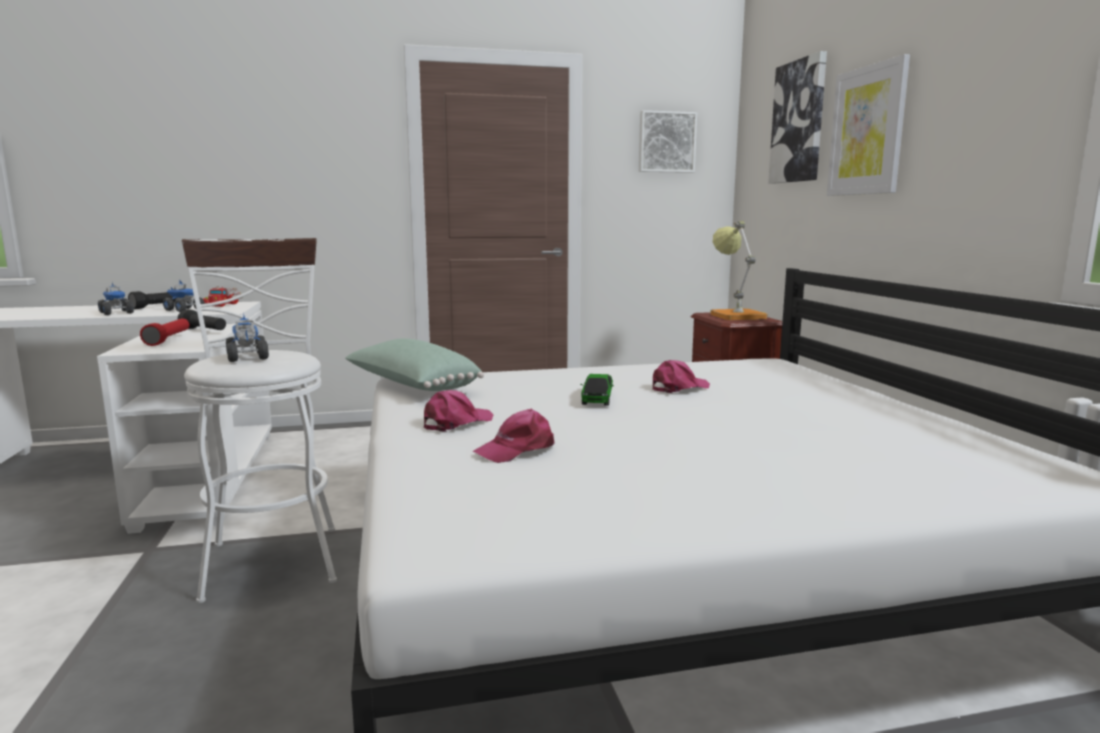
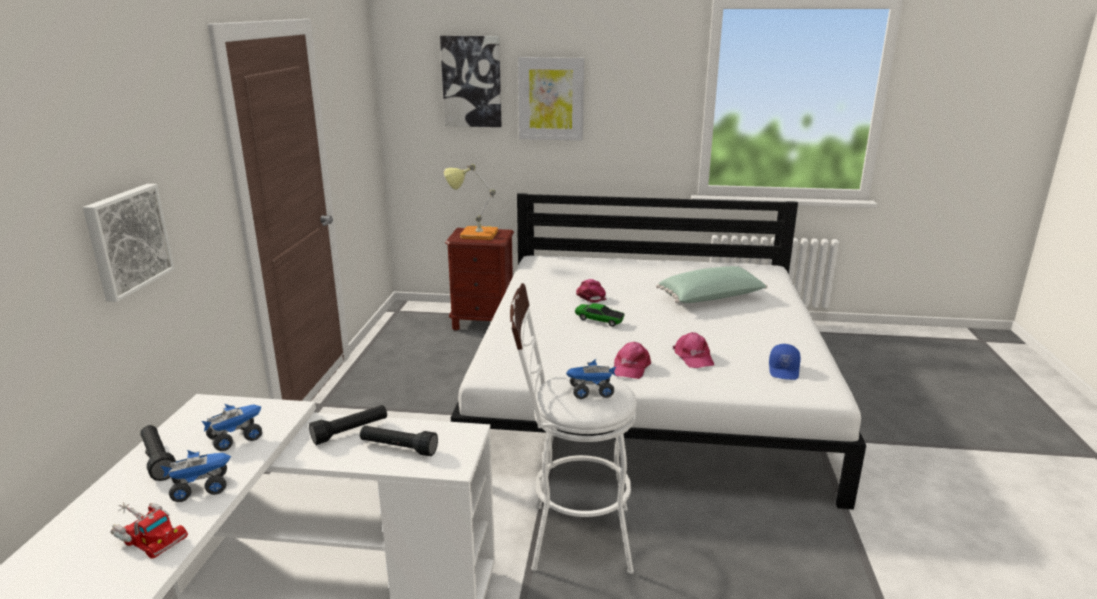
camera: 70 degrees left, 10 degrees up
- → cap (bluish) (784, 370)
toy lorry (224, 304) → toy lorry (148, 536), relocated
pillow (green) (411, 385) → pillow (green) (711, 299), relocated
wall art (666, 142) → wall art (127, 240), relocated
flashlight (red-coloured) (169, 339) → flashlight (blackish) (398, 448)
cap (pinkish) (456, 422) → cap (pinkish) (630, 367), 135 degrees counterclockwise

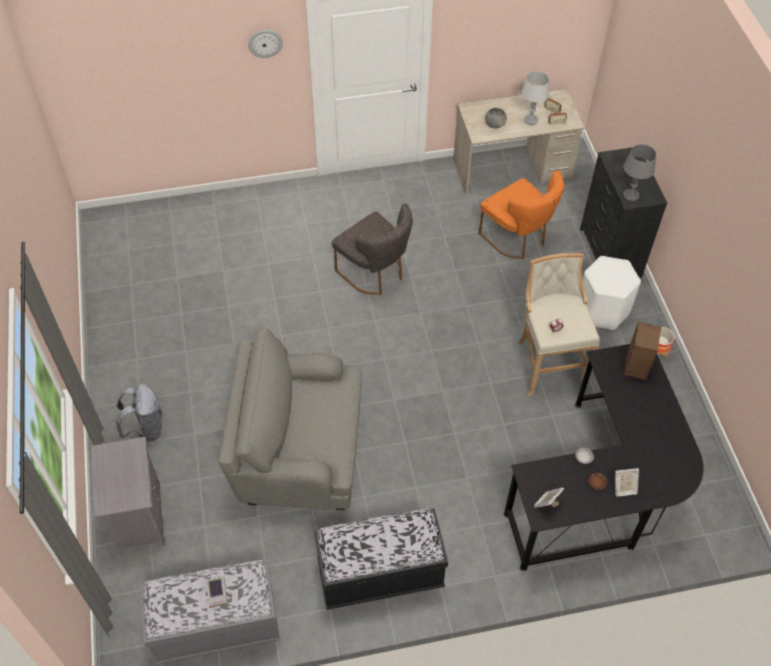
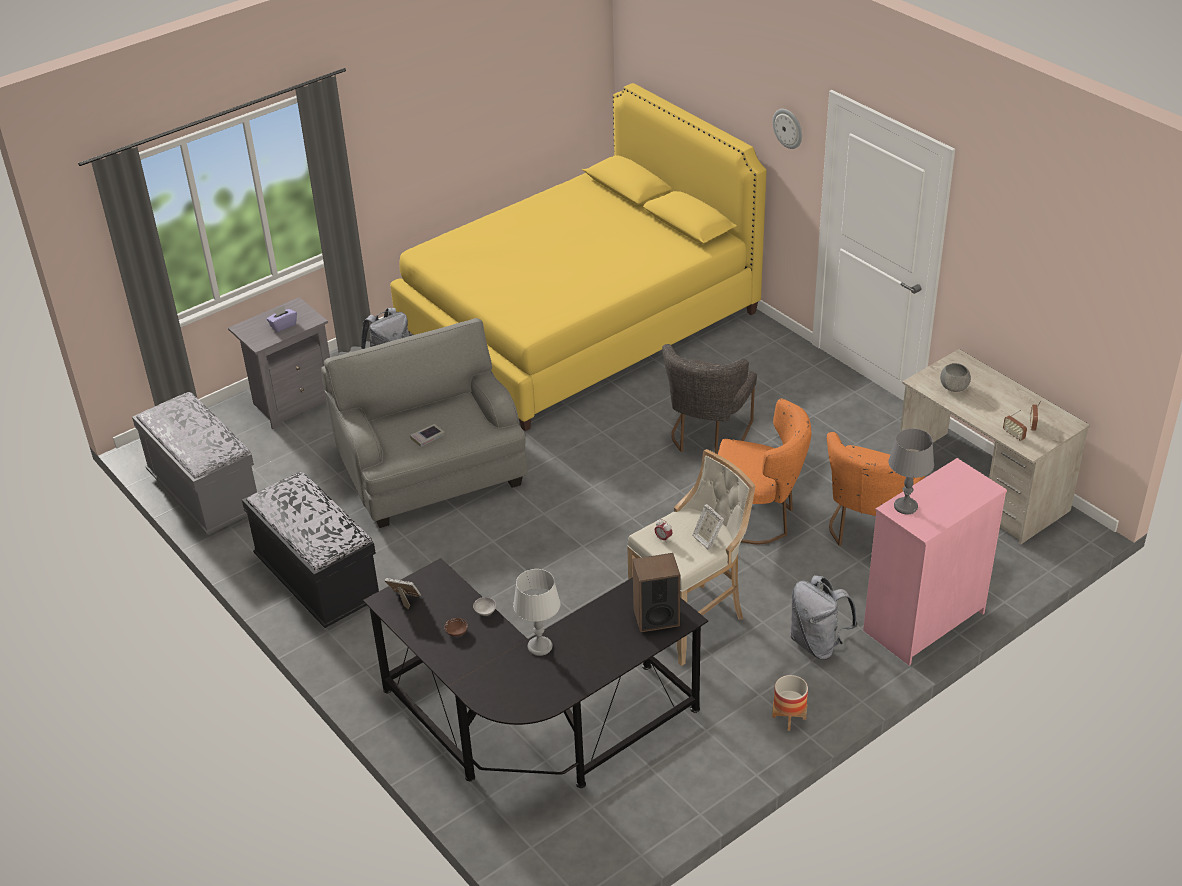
camera: 65 degrees right, 15 degrees down
- → tissue box (purple) (283, 325)
- → bedroom bed (yellowish) (579, 322)
- → plain chair (orange-coloured) (756, 518)
bound book (217, 592) → bound book (428, 437), relocated
tabletop lamp (greyish) (530, 120) → tabletop lamp (greyish) (539, 646), relocated
standing frame (623, 488) → standing frame (707, 539), relocated
stool seat (white-coloured) (602, 310) → backpack (greyish) (818, 643)
chest of drawers (blackish) (609, 253) → chest of drawers (pinkish) (923, 621)

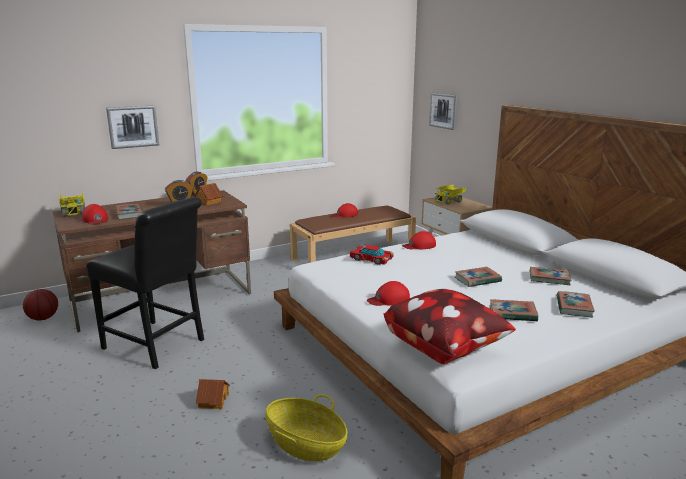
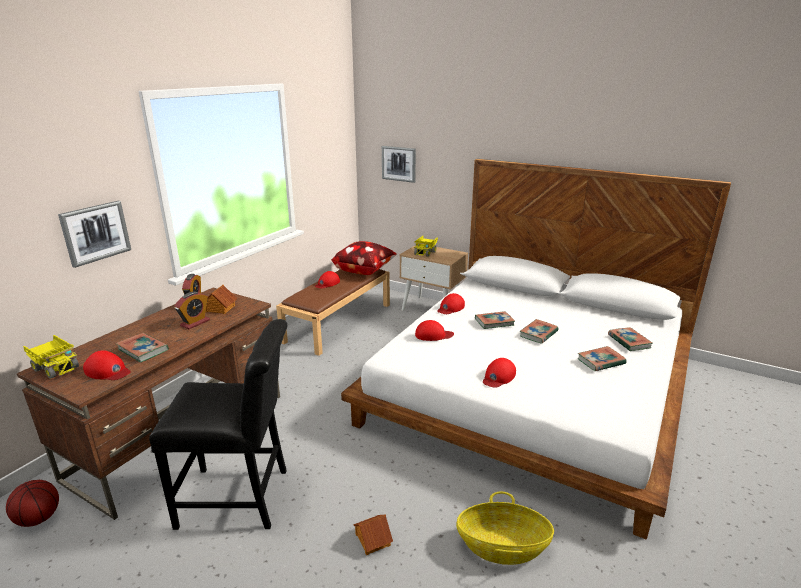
camera: 30 degrees left, 5 degrees up
pillow (444, 347) → pillow (364, 271), relocated
bound book (549, 278) → bound book (494, 322), relocated
miniature car (371, 259) → cap (red-coloured) (433, 335)

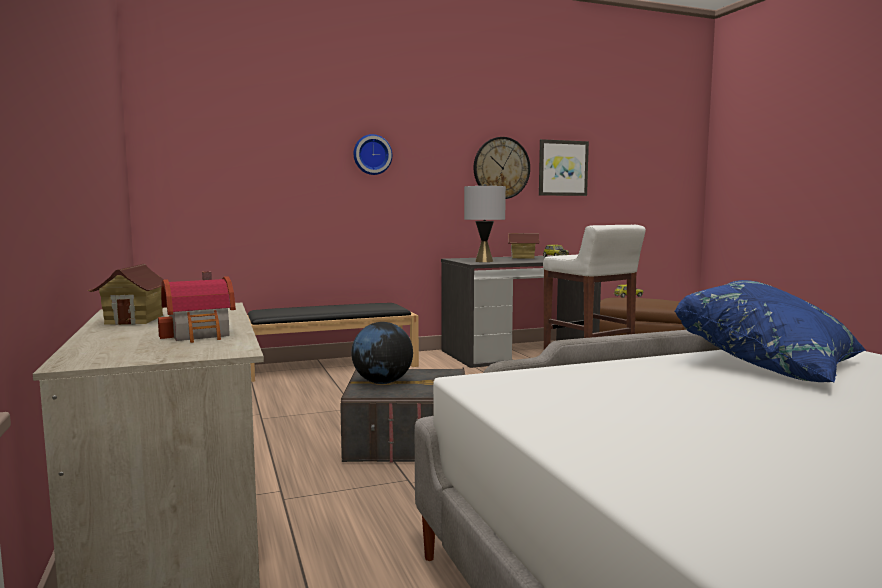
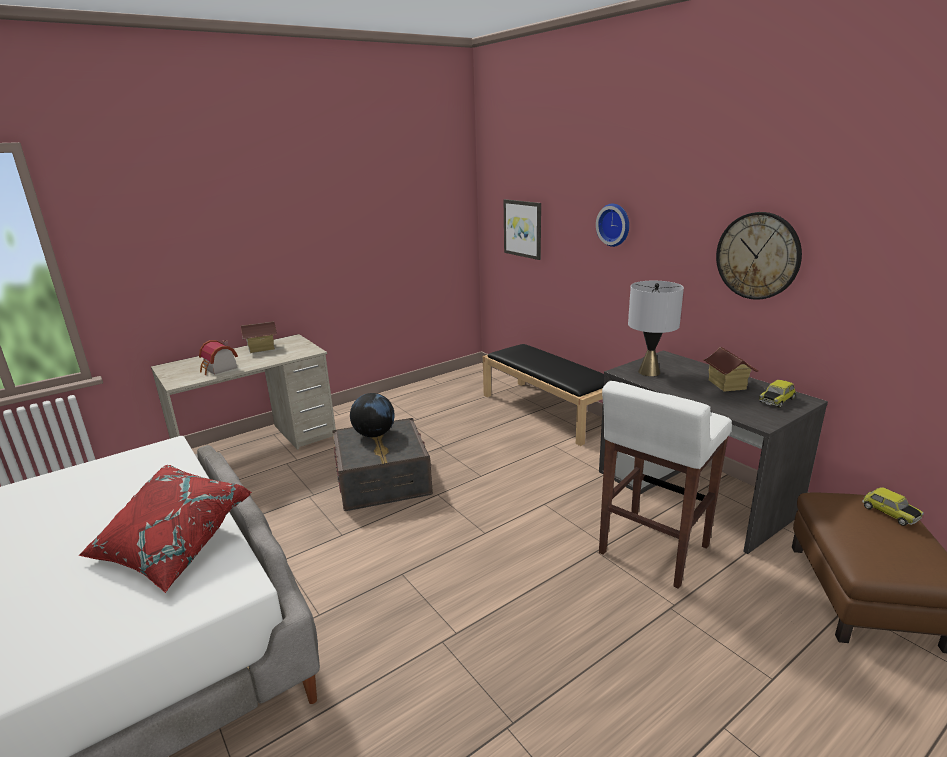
camera: 75 degrees right, 15 degrees up
wall art (562, 168) → wall art (523, 228), relocated
pillow (bluish) (770, 365) → pillow (red-coloured) (172, 547)

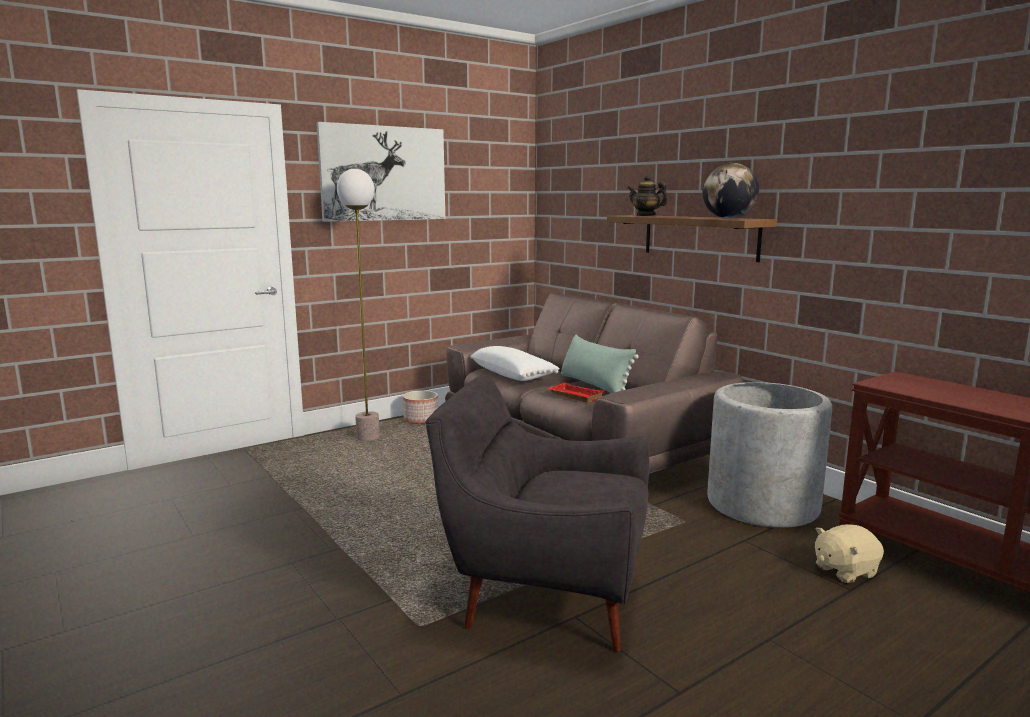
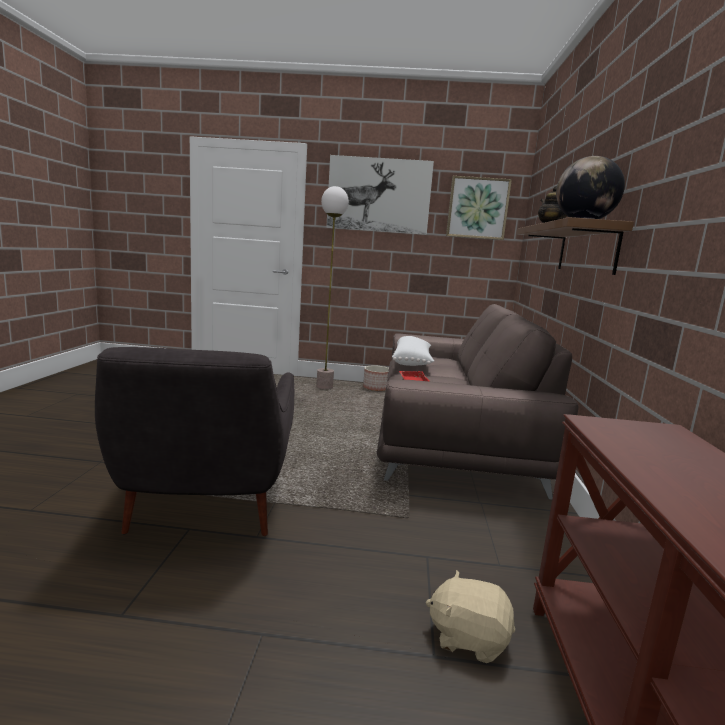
camera: 40 degrees right, 0 degrees up
pillow (green) (594, 385) → -
flower pot (greyish) (763, 504) → -
- → wall art (477, 208)
lounge chair (greyish) (544, 593) → lounge chair (greyish) (207, 506), 150 degrees counterclockwise

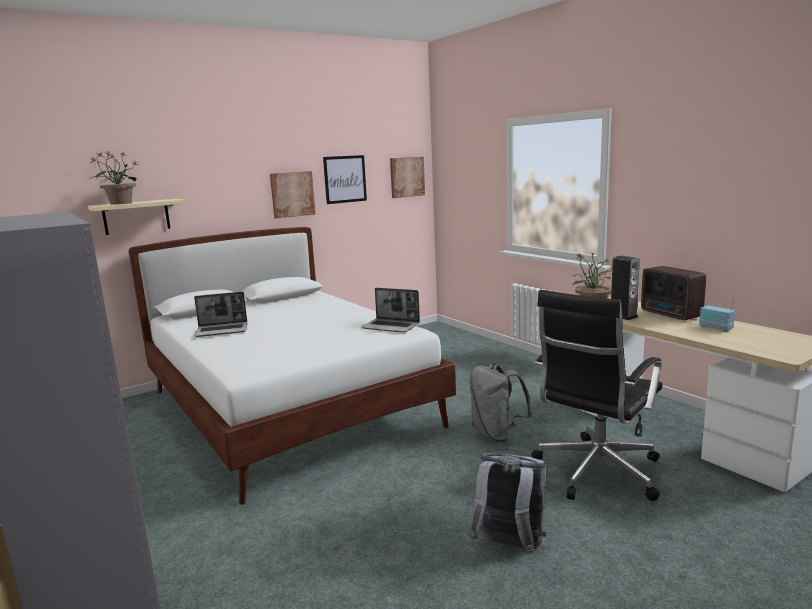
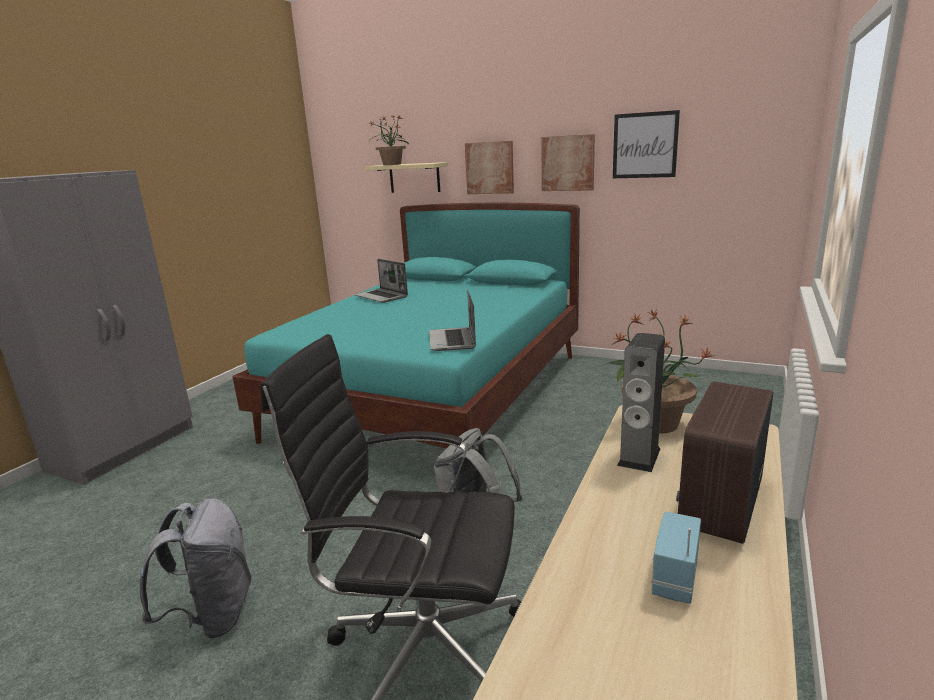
camera: 60 degrees right, 5 degrees up
wall art (407, 177) → wall art (490, 168), relocated
bedroom bed (white-coloured) (289, 407) → bedroom bed (blue-green) (435, 394)

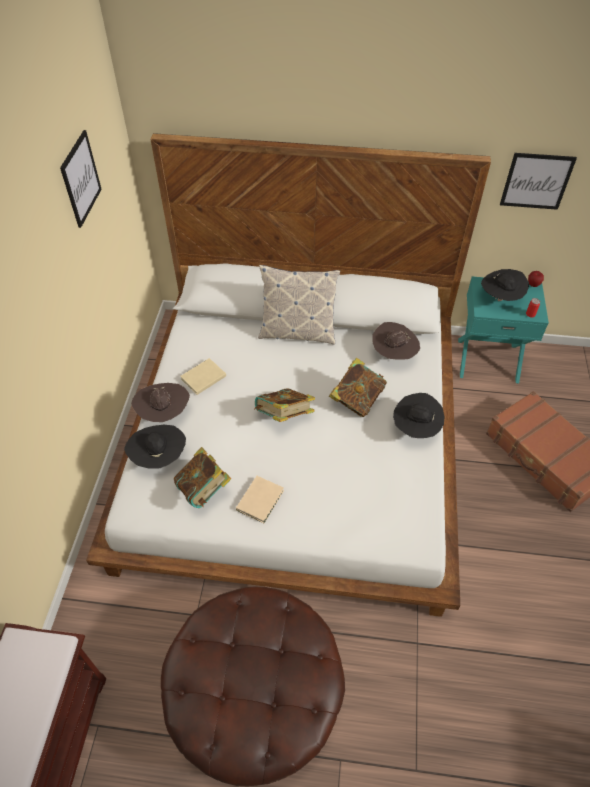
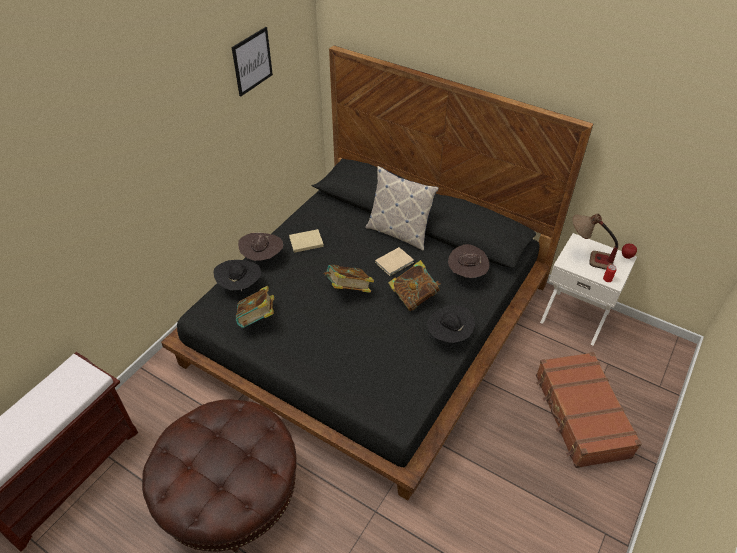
camera: 25 degrees right, 5 degrees down
wall art (536, 181) → -
bound book (beige-coloured) (261, 499) → bound book (beige-coloured) (395, 262), relocated
clothing hat (blackish) (500, 299) → tabletop lamp (587, 258)
bedroom bed (white-coloured) (295, 442) → bedroom bed (blackish) (368, 323)
night table (blue-green) (487, 359) → night table (white-coloured) (575, 316)

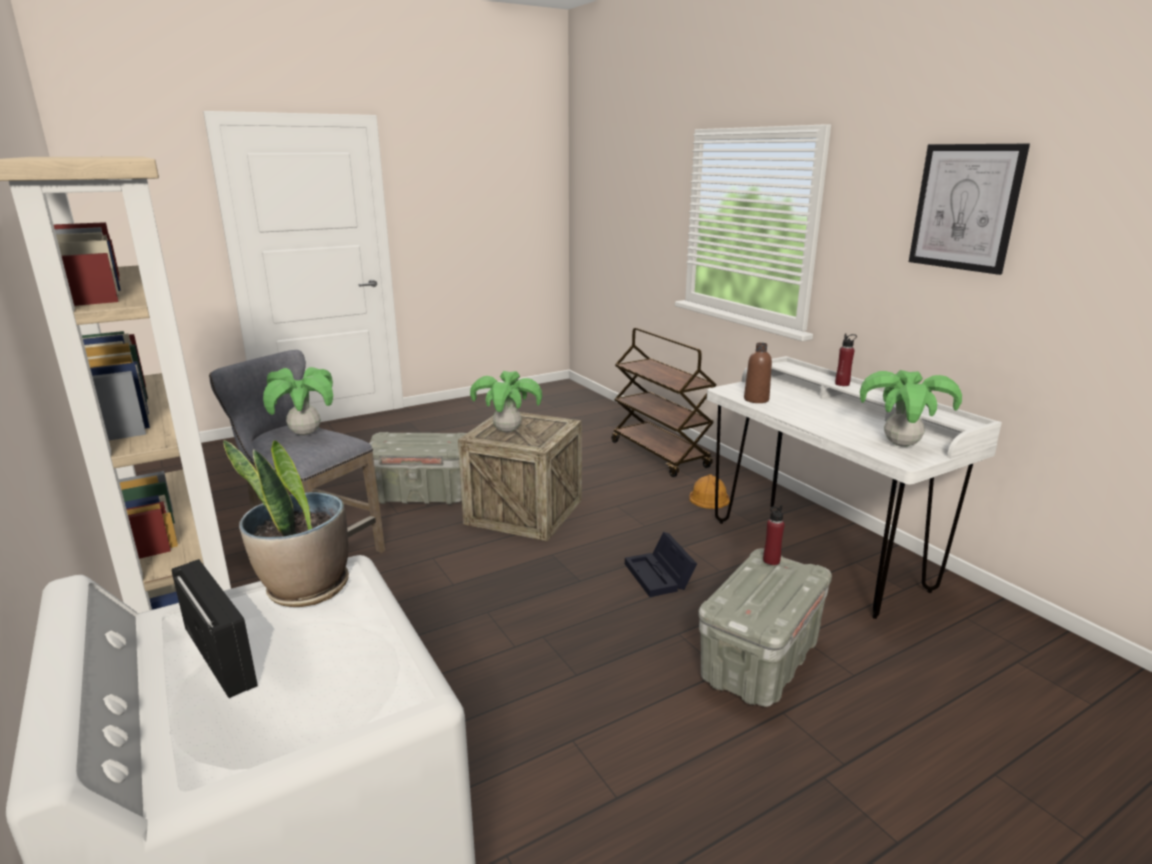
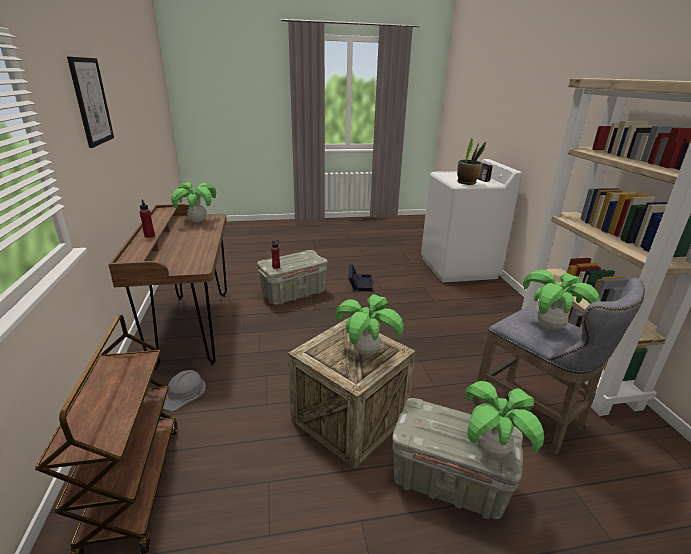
camera: 160 degrees left, 5 degrees up
bottle (brown-coloured) (756, 399) → -
- → potted plant (493, 450)
storage container (blackish) (660, 576) → storage container (blackish) (359, 283), relocated
safety helmet (orange-coloured) (708, 497) → safety helmet (greyish) (183, 393)
desk (white-coloured) (817, 554) → desk (brown-coloured) (193, 327)

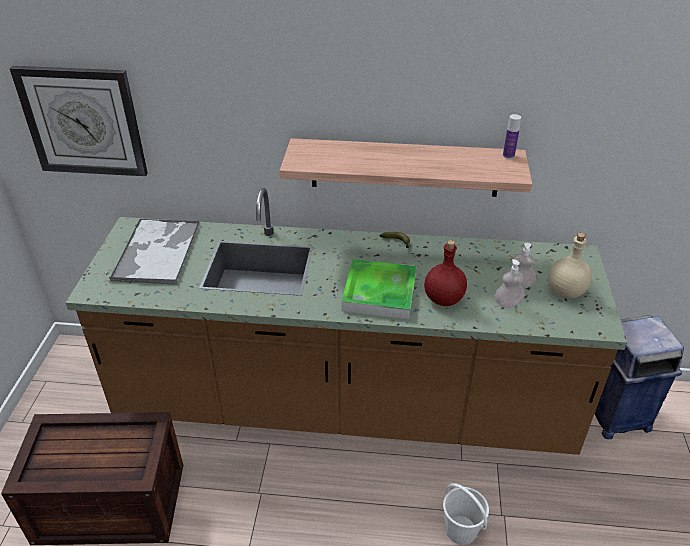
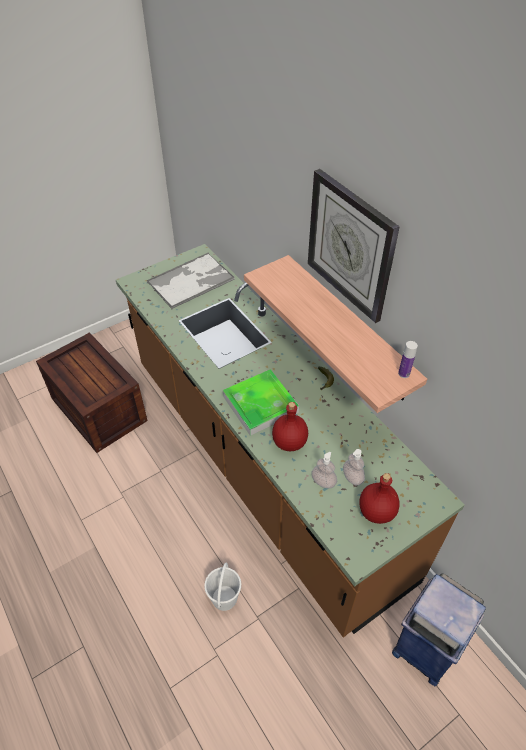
camera: 50 degrees right, 10 degrees up
clock on the wall (83, 121) → clock on the wall (350, 246), relocated
bottle (beige-coloured) (565, 292) → bottle (red-coloured) (375, 511)

